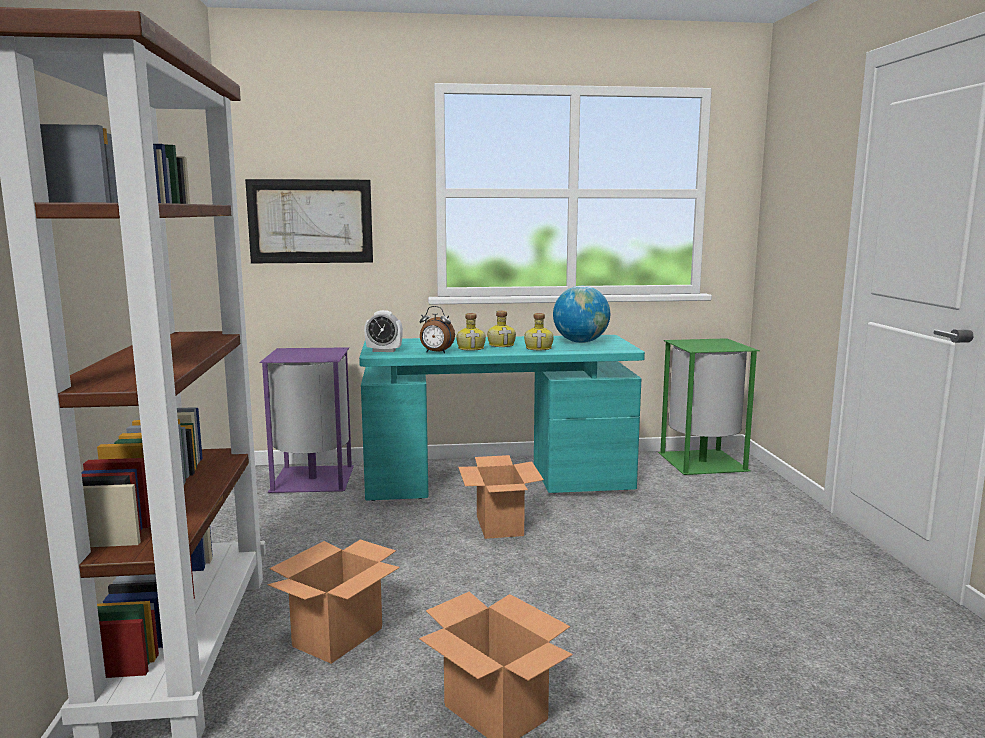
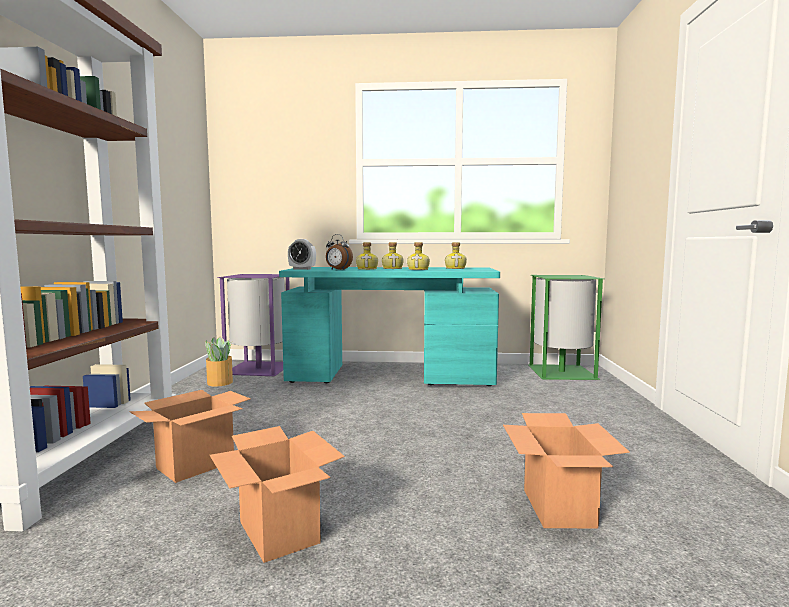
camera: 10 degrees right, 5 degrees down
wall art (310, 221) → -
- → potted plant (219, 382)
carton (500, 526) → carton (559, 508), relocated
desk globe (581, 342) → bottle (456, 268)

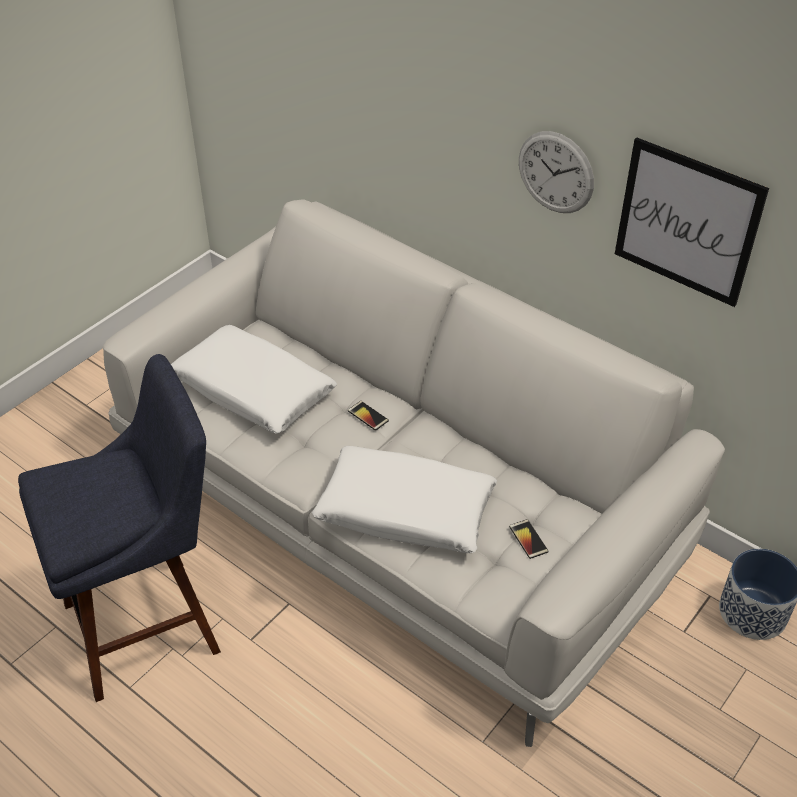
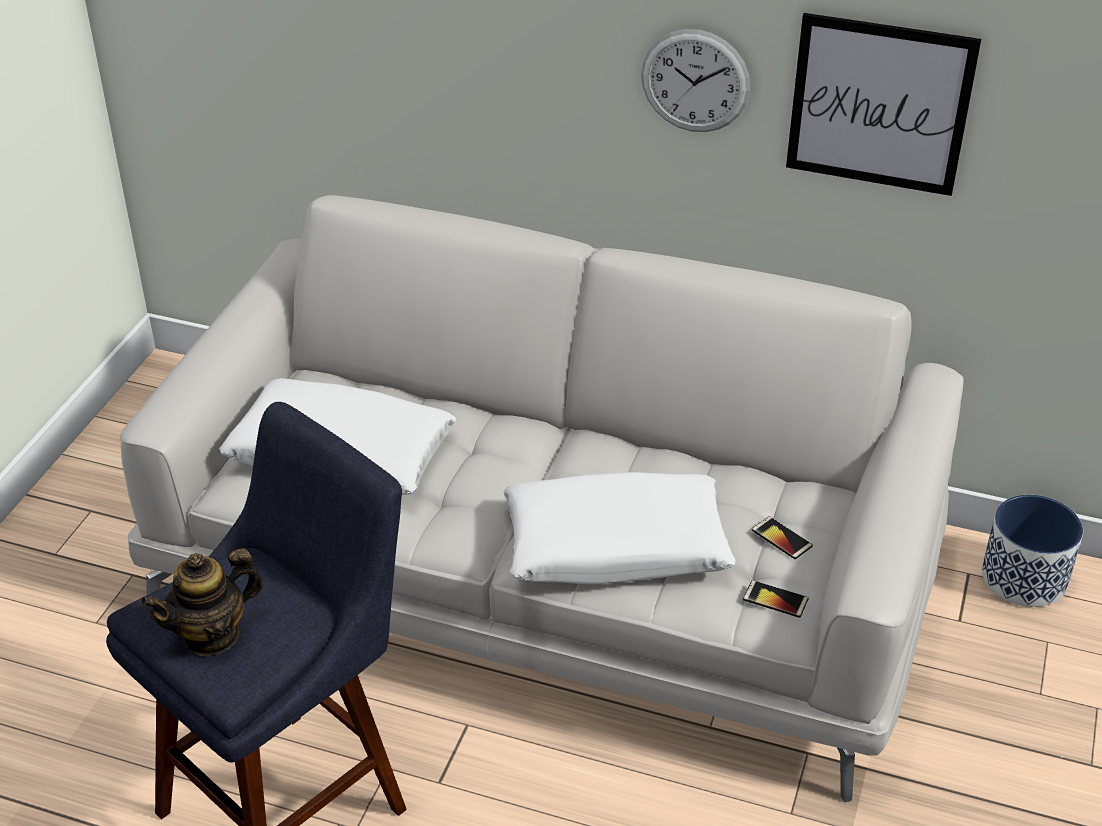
camera: 20 degrees left, 5 degrees down
- → pot for tea (211, 635)
phone (368, 416) → phone (775, 599), relocated

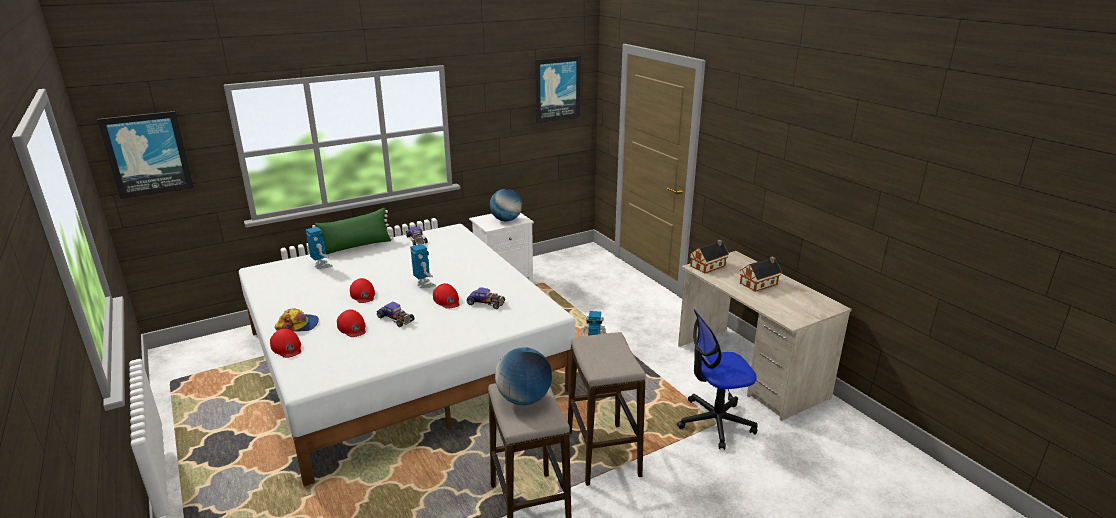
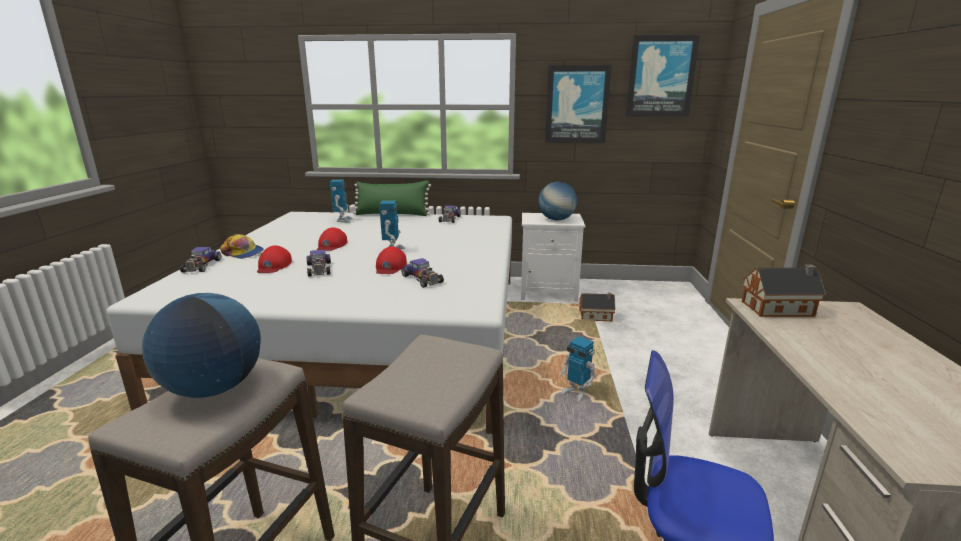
camera: 35 degrees right, 5 degrees down
wall art (147, 154) → wall art (577, 105), relocated
toy house (760, 283) → toy house (597, 316), relocated
cap (red-coloured) (287, 347) → miniature car (201, 266)

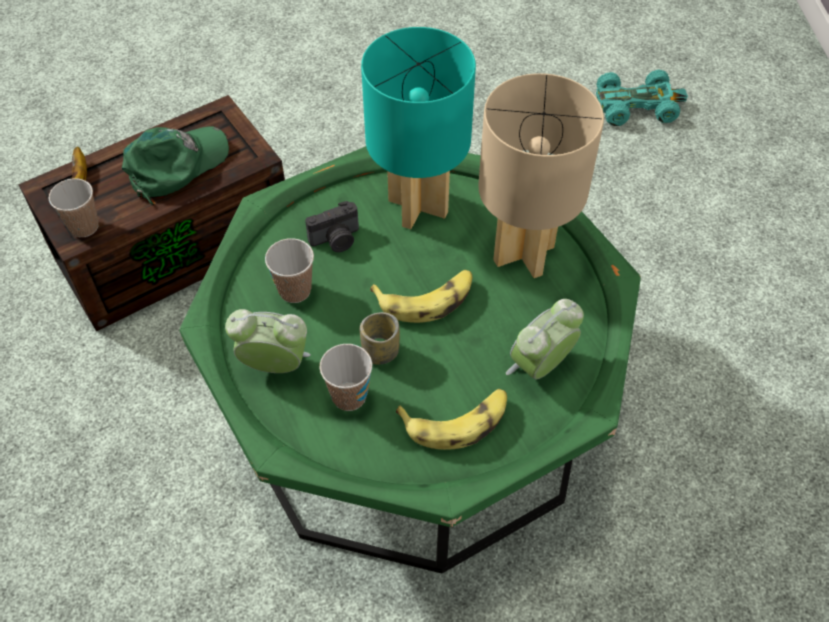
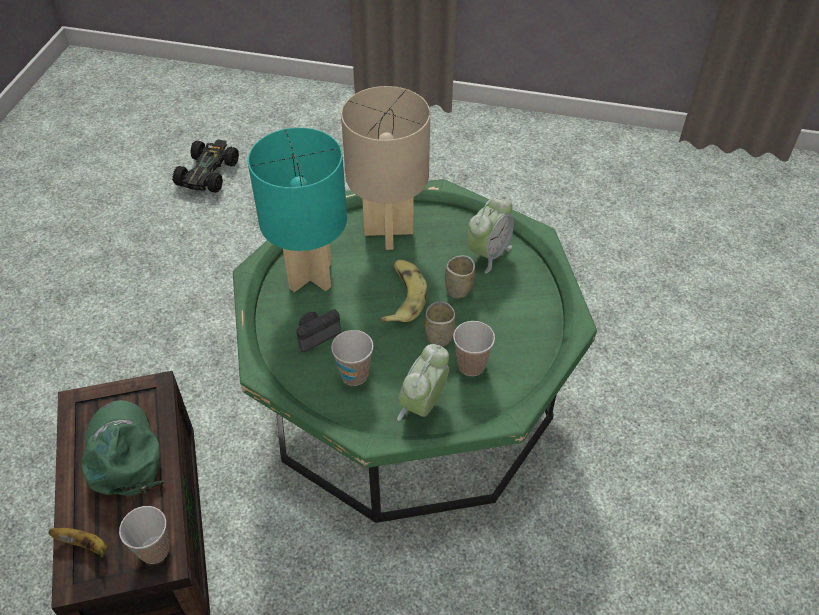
camera: 70 degrees left, 5 degrees down
banana (457, 421) → -
- → small cup (459, 289)
miniature car (blue-green) (637, 106) → miniature car (blackish) (208, 172)
still camera (336, 240) → still camera (316, 335), 120 degrees counterclockwise
alarm clock (540, 366) → alarm clock (488, 254), 120 degrees counterclockwise

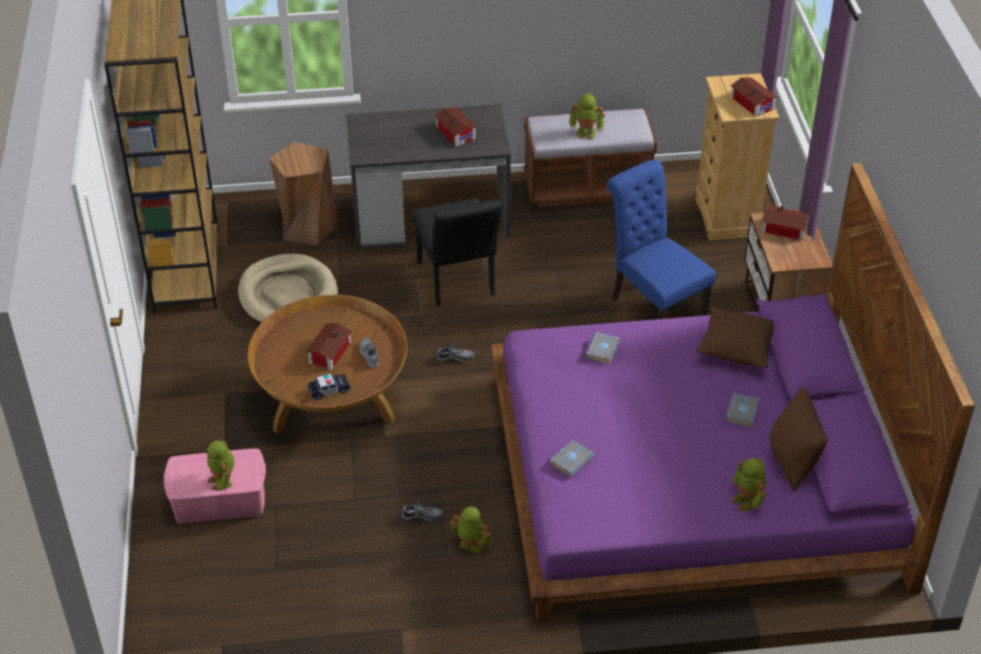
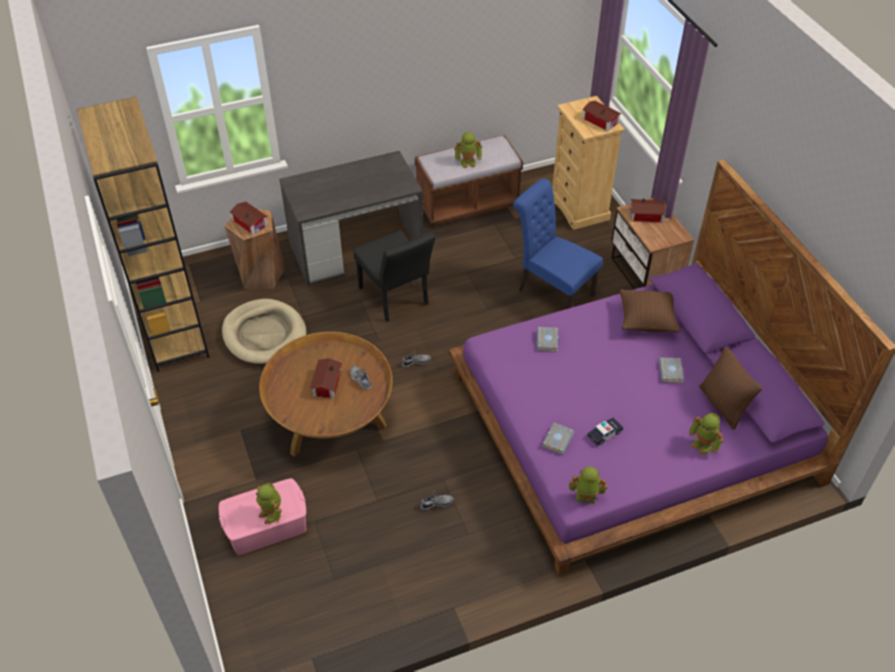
camera: 15 degrees left, 5 degrees up
miniature car (329, 390) → miniature car (604, 434), relocated
toy house (456, 132) → toy house (250, 222), relocated
toy robot (470, 546) → toy robot (585, 497), relocated

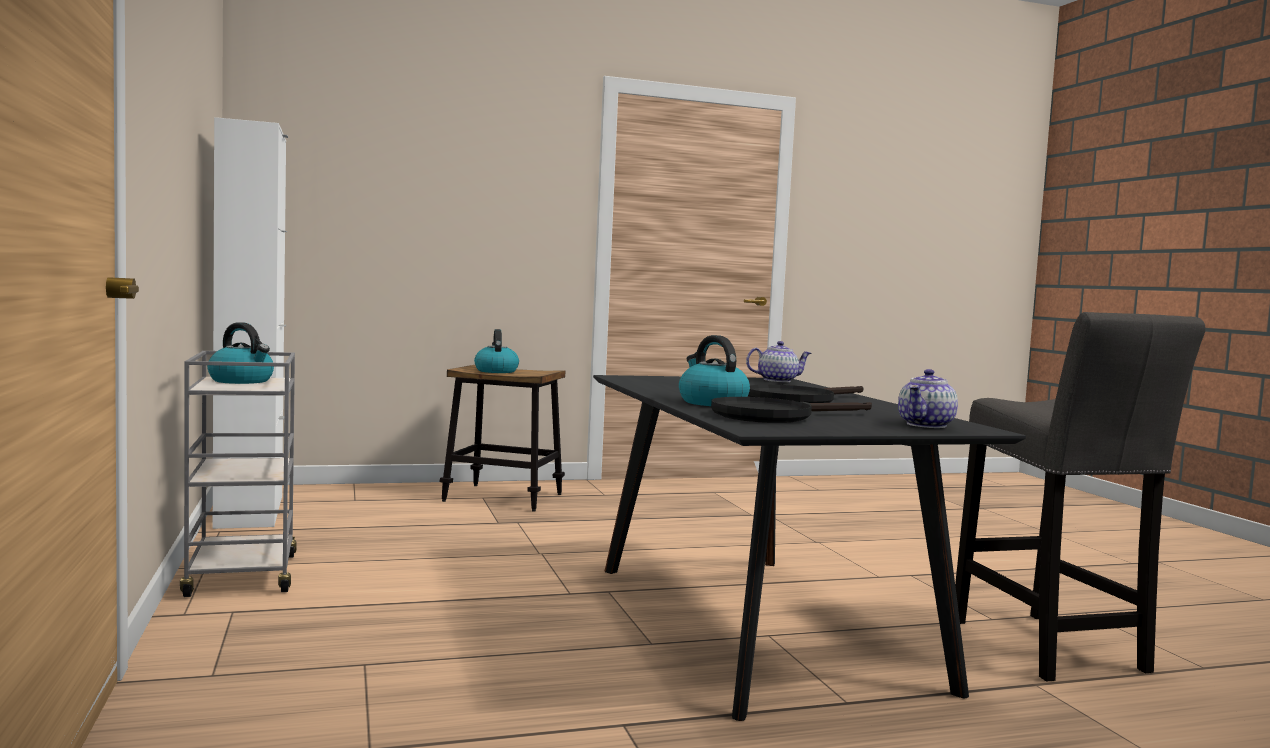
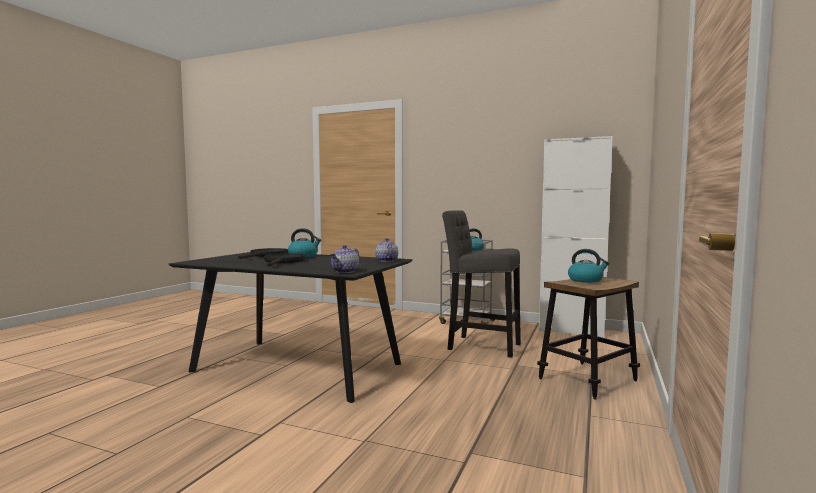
camera: 130 degrees right, 0 degrees up
pot for tea (926, 425) → pot for tea (386, 260), relocated
stool seat (greyish) (1051, 650) → stool seat (greyish) (480, 346), relocated

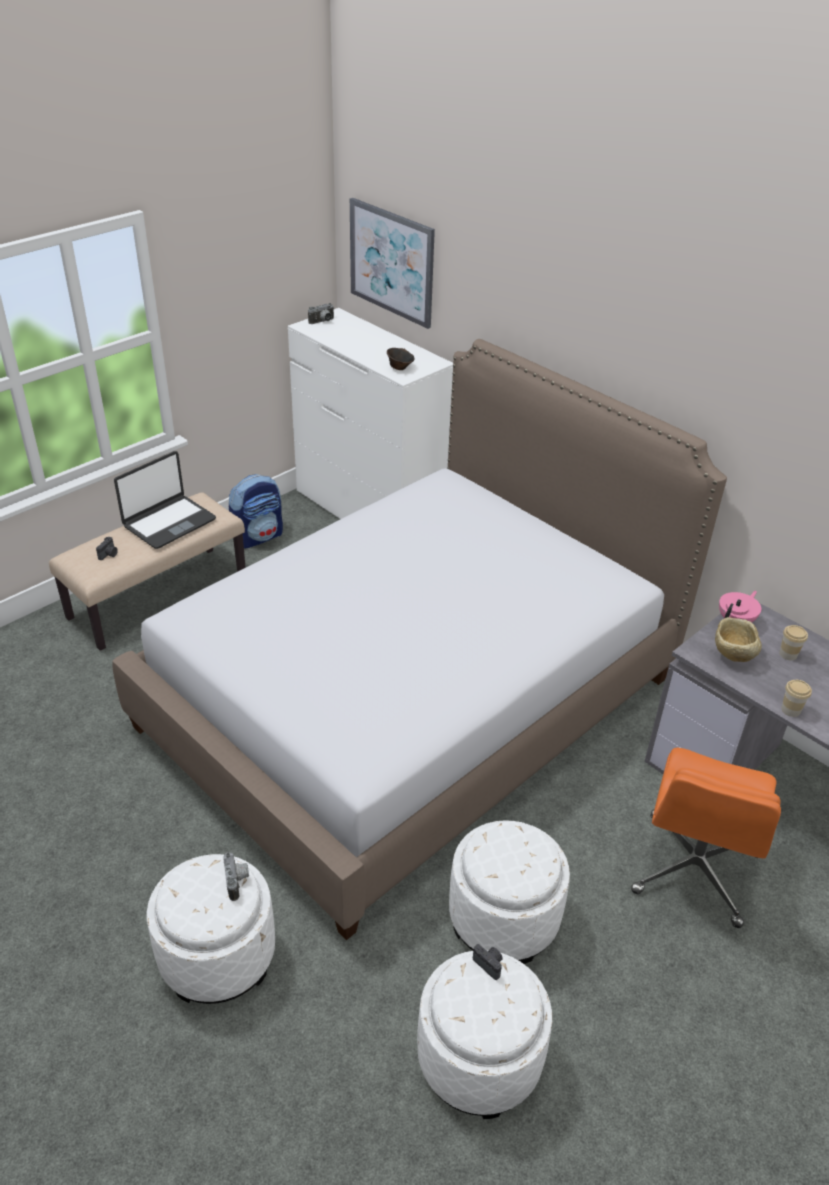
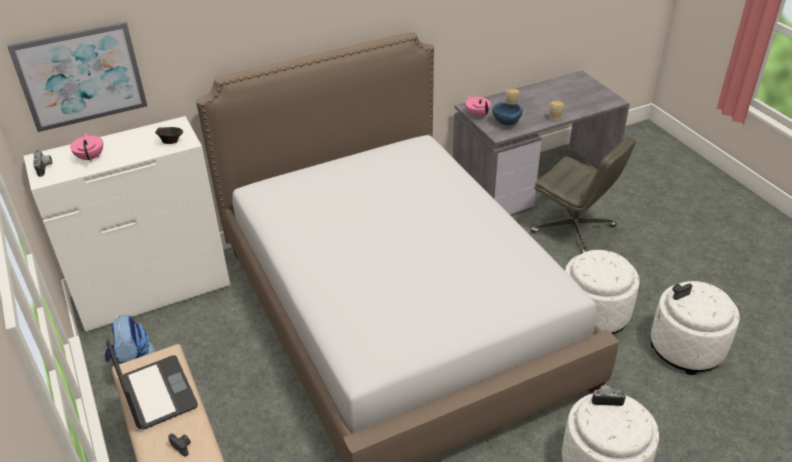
camera: 70 degrees left, 0 degrees up
- → pot for tea (pinkish) (91, 157)
office chair (orange-coloured) (693, 870) → office chair (greyish) (574, 230)
bowl (beige-coloured) (732, 655) → bowl (bluish) (506, 124)

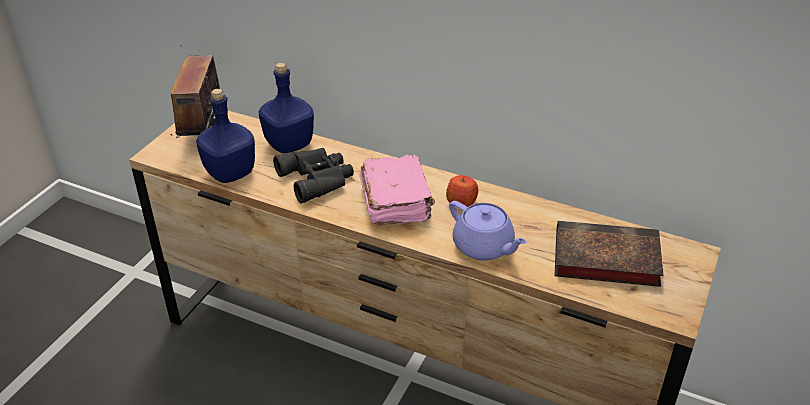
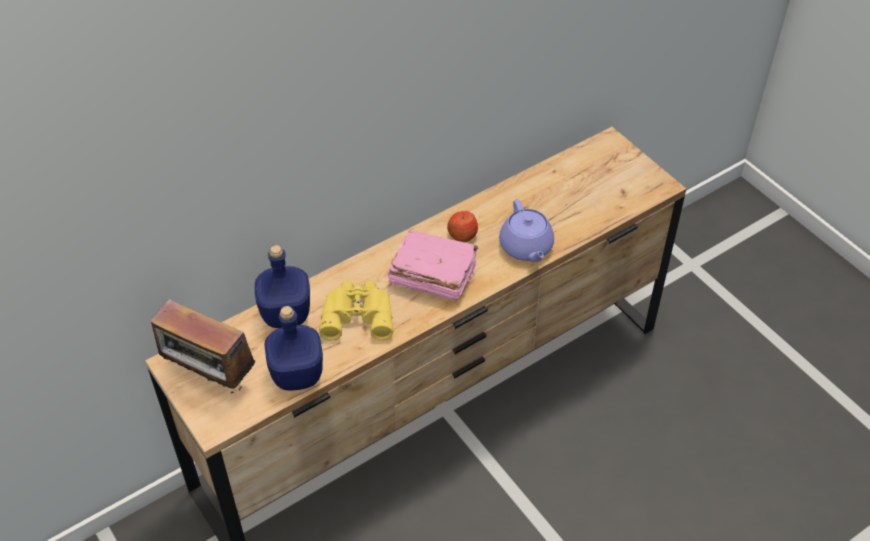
camera: 60 degrees left, 10 degrees up
bound book (603, 259) → -
pair of binoculars (blackish) (317, 178) → pair of binoculars (yellowish) (357, 314)
pot for tea (purple) (484, 247) → pot for tea (purple) (526, 247), 90 degrees clockwise

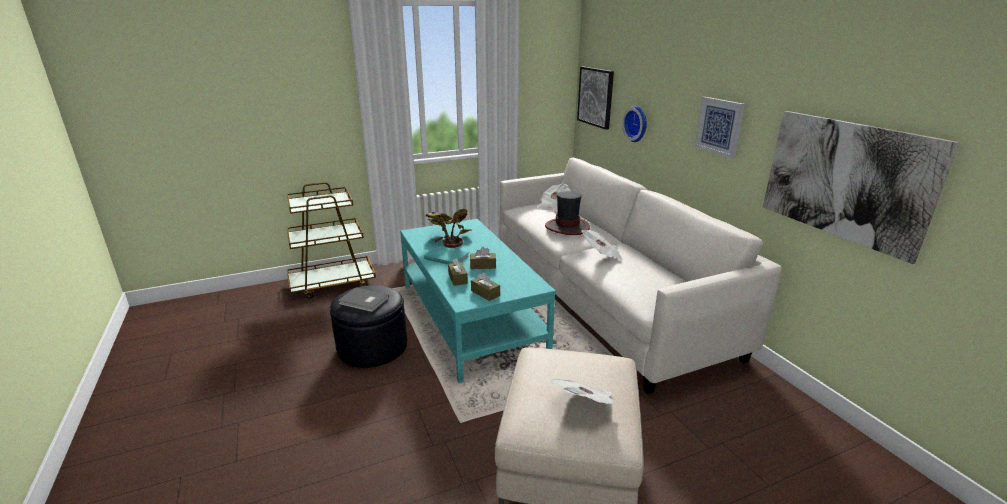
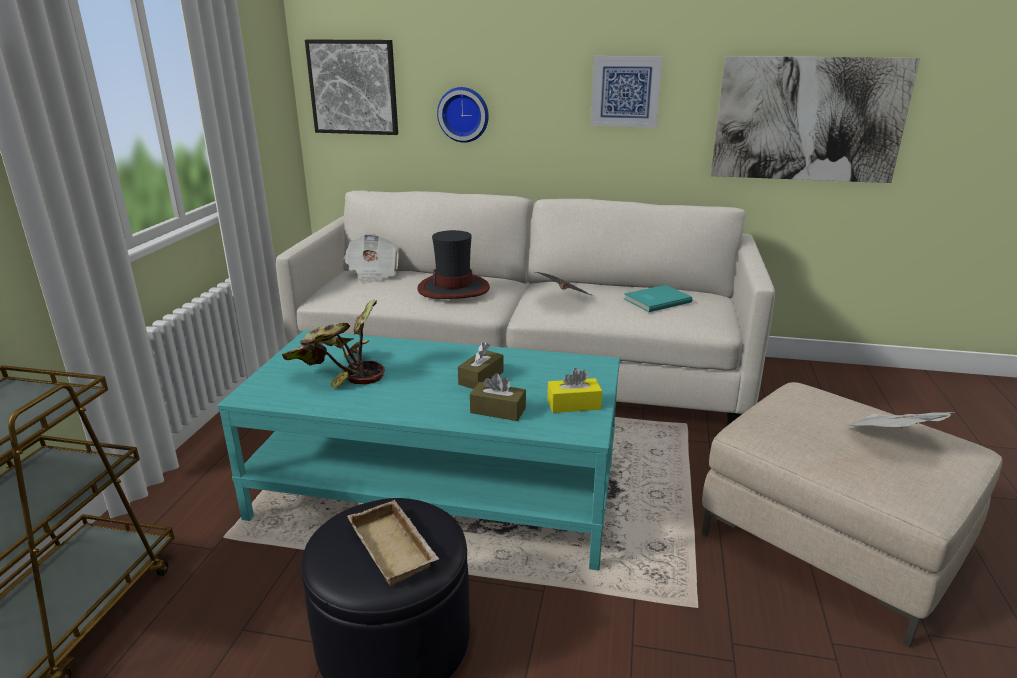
camera: 55 degrees left, 0 degrees up
bound book (blue-green) (446, 257) → bound book (blue-green) (655, 300), relocated
bound book (greyish) (364, 301) → serving tray (beige-coloured) (395, 547)
tissue box (brown-coloured) (485, 293) → tissue box (yellowish) (574, 404)

